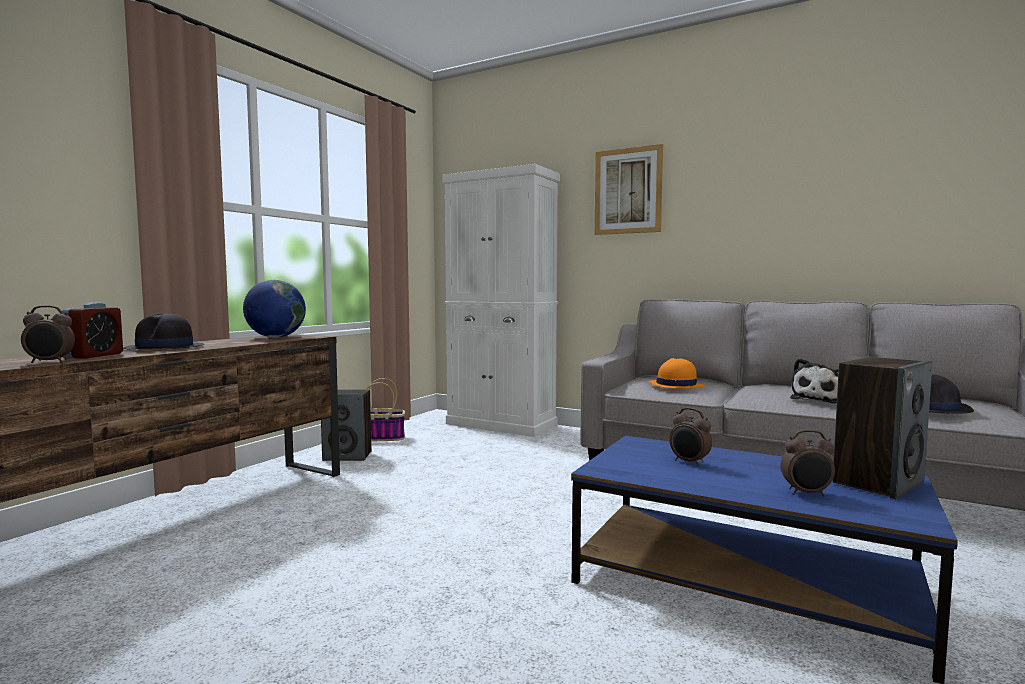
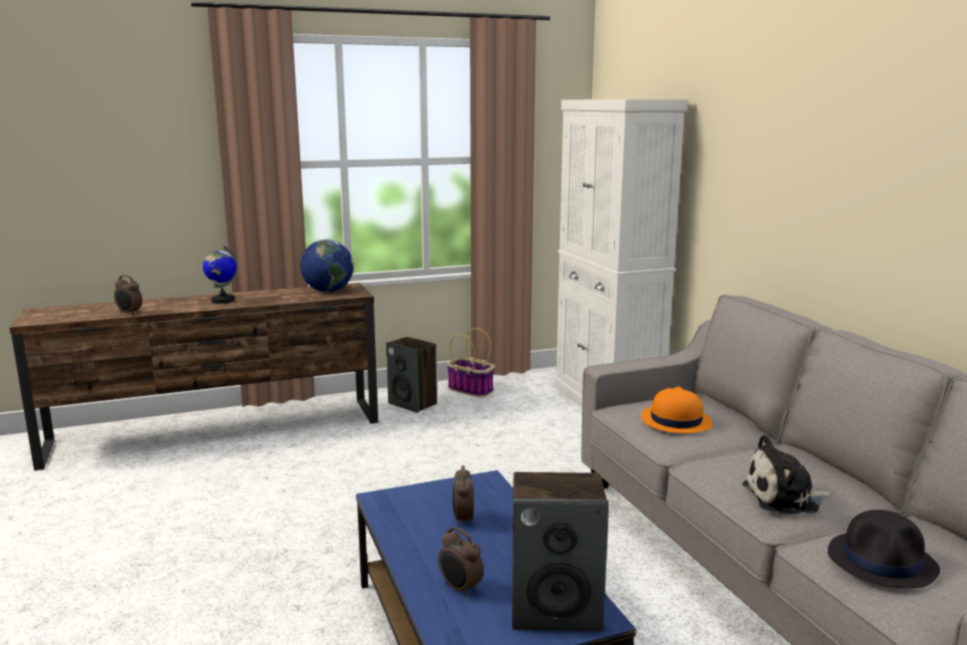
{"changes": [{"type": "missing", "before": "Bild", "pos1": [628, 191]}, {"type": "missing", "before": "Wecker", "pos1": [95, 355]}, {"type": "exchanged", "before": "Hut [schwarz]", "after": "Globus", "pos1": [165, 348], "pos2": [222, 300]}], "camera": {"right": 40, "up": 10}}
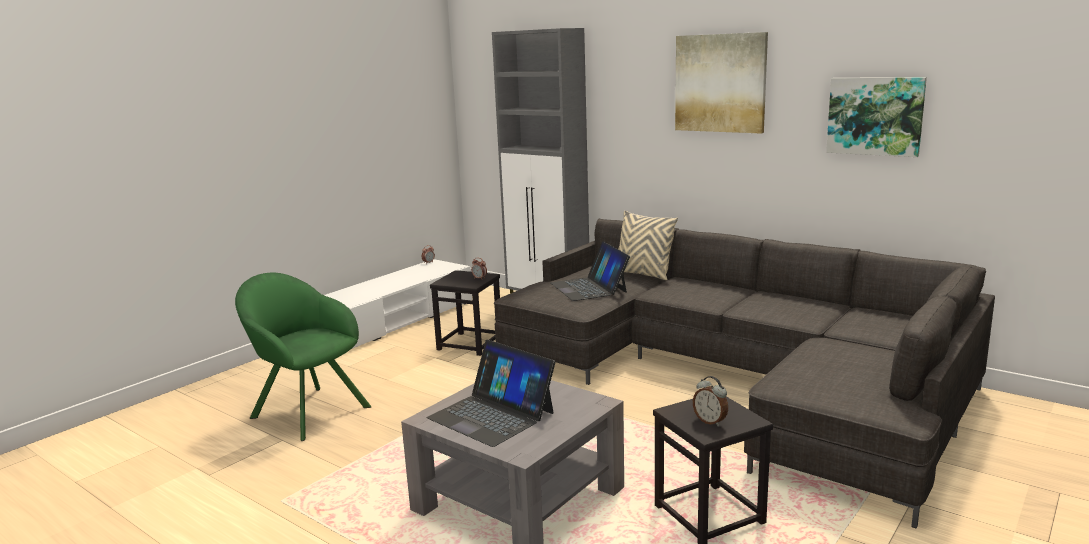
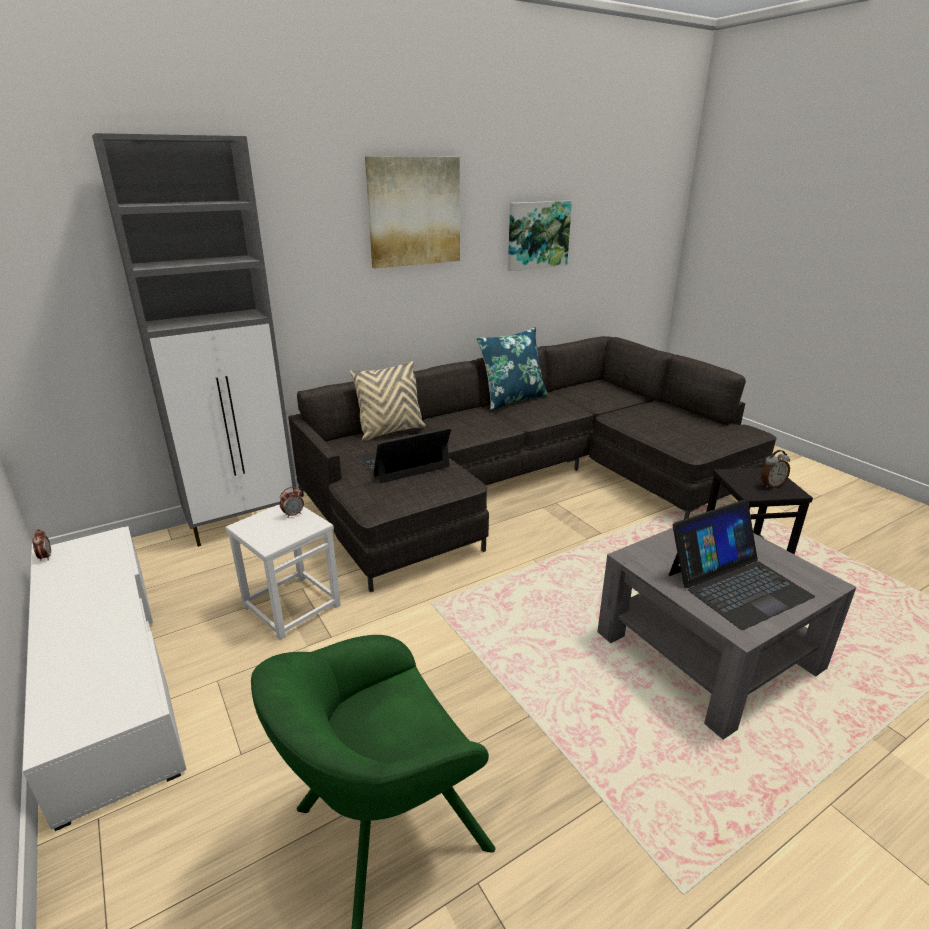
{"changes": [{"type": "spun", "before": "Laptop", "pos1": [589, 288], "pos2": [403, 462], "turn": 150}, {"type": "colour", "before": "Hocker [schwarz]", "after": "Hocker [weiß]", "pos1": [470, 343], "pos2": [292, 606]}, {"type": "appeared", "after": "Kissen [blau]", "pos2": [512, 399]}], "camera": {"right": -70, "up": 10}}
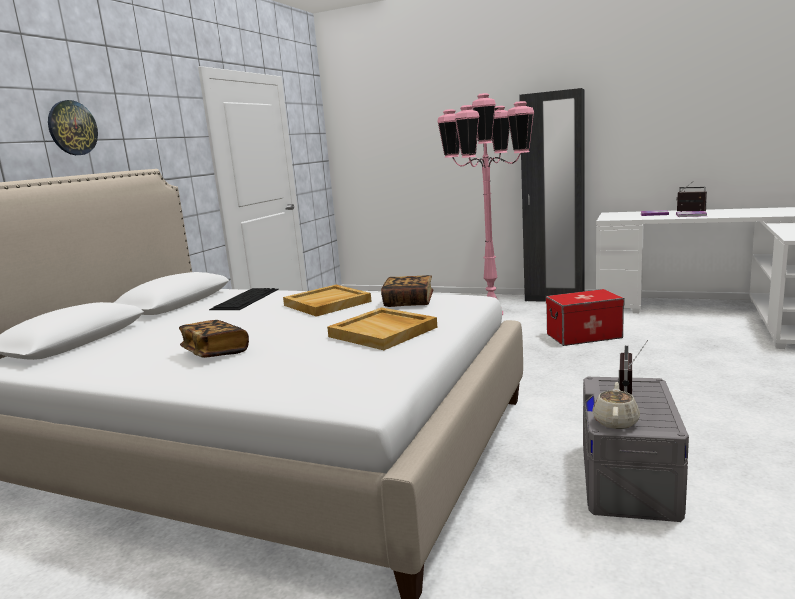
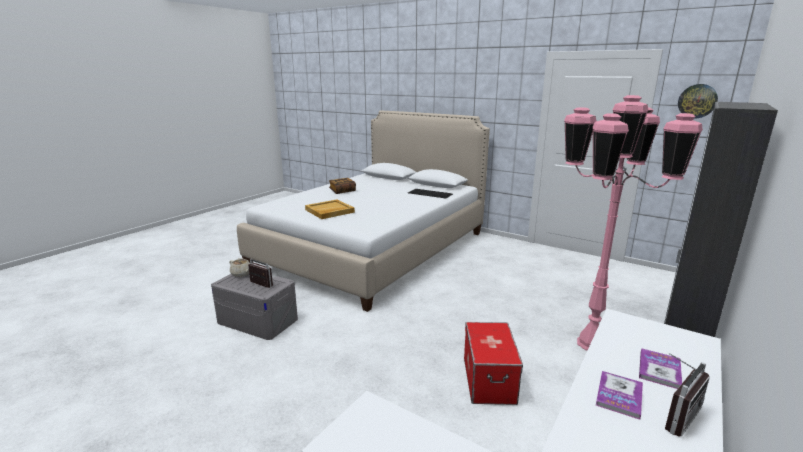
{"changes": [{"type": "relocated", "before": "Wanduhr", "pos1": [72, 128], "pos2": [697, 101]}, {"type": "missing", "before": "Buch", "pos1": [408, 302]}, {"type": "missing", "before": "Tablett [beige]", "pos1": [327, 304]}], "camera": {"right": 100, "up": 5}}
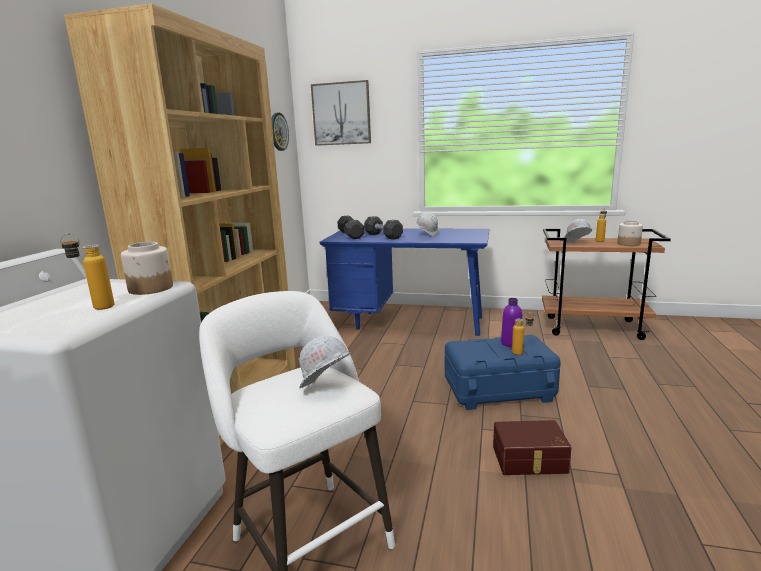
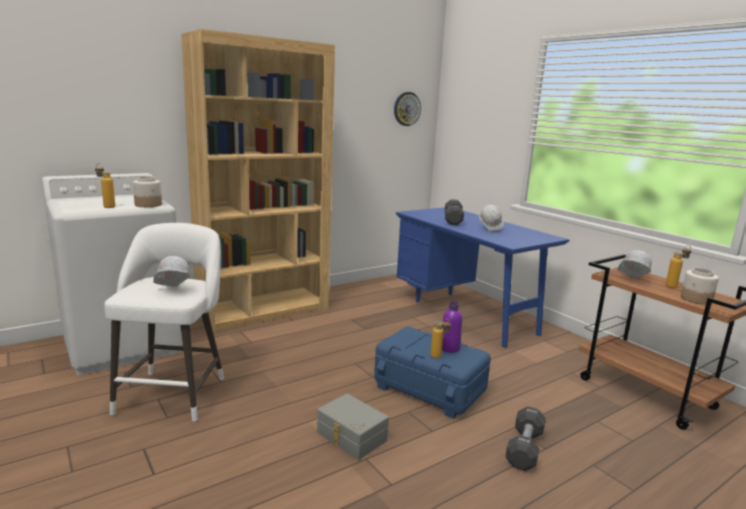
{"changes": [{"type": "missing", "before": "Bild", "pos1": [341, 114]}, {"type": "relocated", "before": "Hantel [schwarz]", "pos1": [351, 235], "pos2": [524, 448]}, {"type": "colour", "before": "Aufbewahrungsbox [braun]", "after": "Aufbewahrungsbox [grau]", "pos1": [530, 460], "pos2": [350, 437]}], "camera": {"right": 40, "up": 0}}
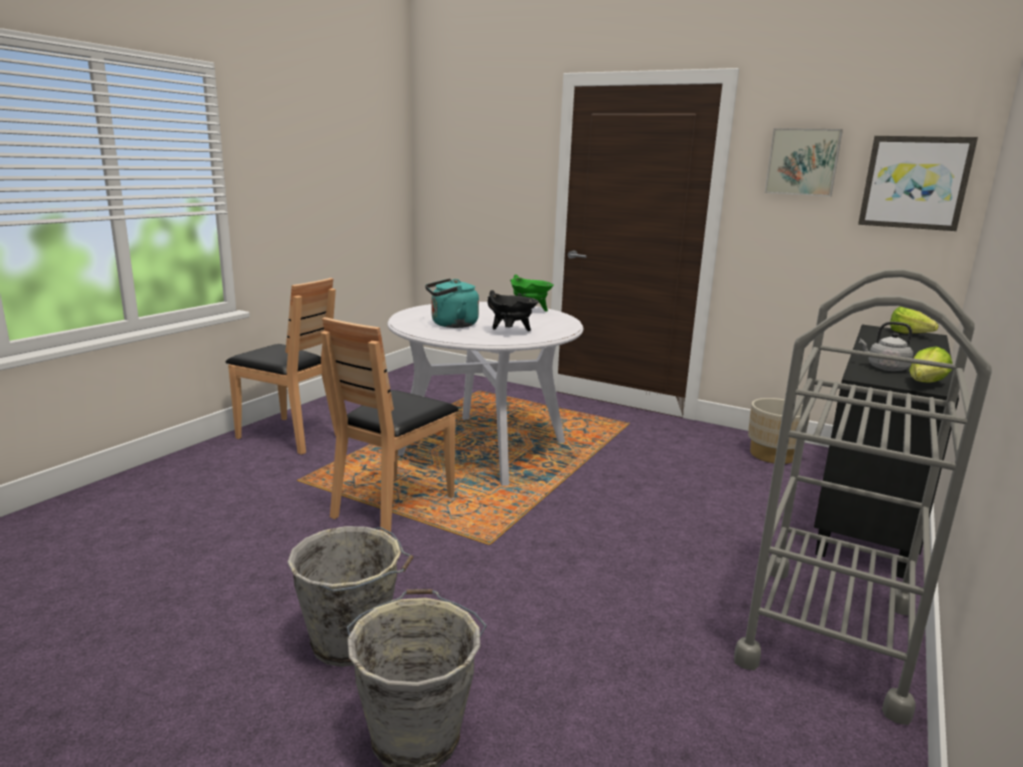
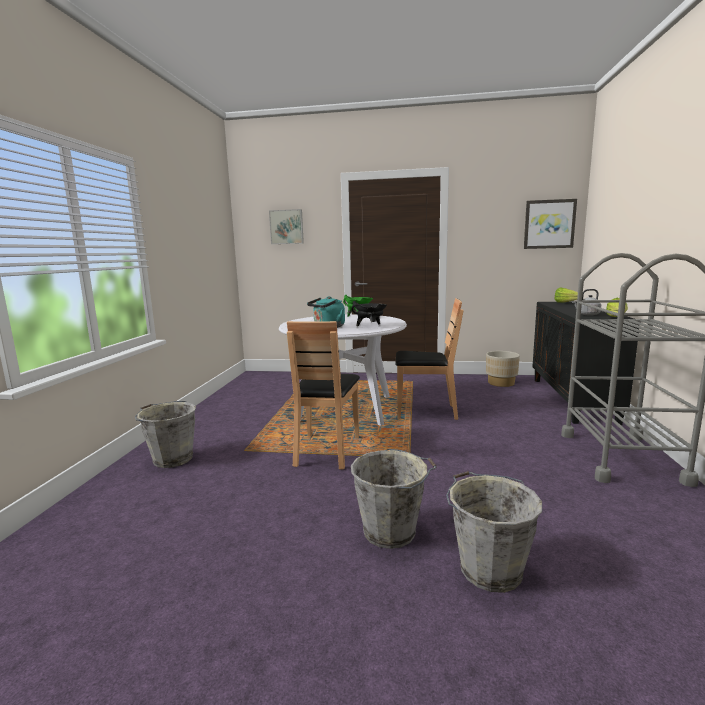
{"changes": [{"type": "relocated", "before": "Bild", "pos1": [803, 162], "pos2": [286, 227]}, {"type": "relocated", "before": "Stuhl [braun]", "pos1": [289, 436], "pos2": [425, 412]}, {"type": "appeared", "after": "Eimer [grau]", "pos2": [172, 459]}], "camera": {"right": -20, "up": -5}}
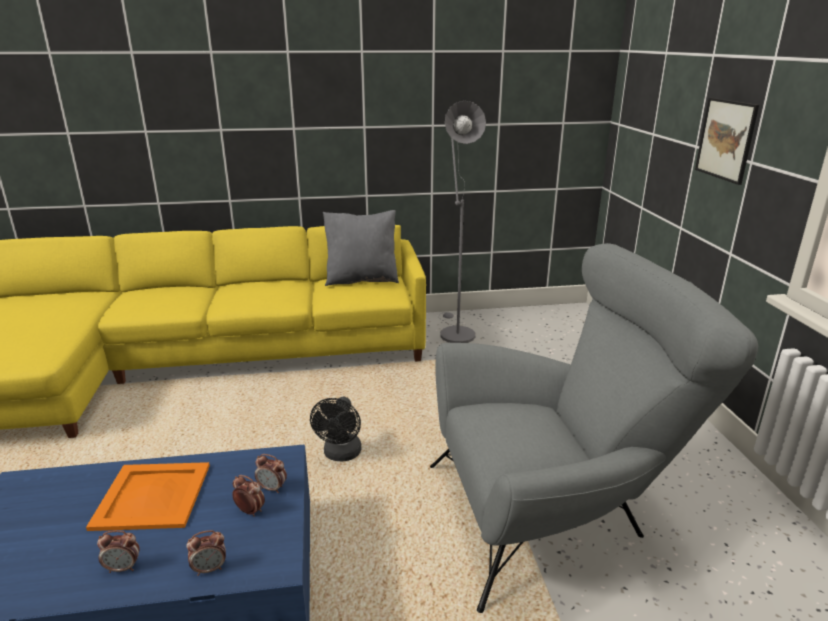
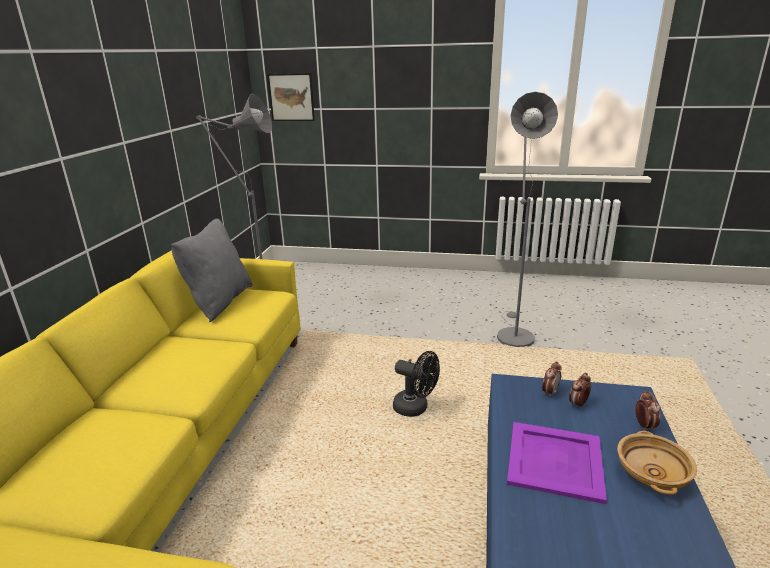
{"changes": [{"type": "relocated", "before": "Bild", "pos1": [726, 139], "pos2": [291, 97]}, {"type": "exchanged", "before": "Sessel [grau]", "after": "Stehlampe [grau]", "pos1": [551, 514], "pos2": [513, 334]}, {"type": "colour", "before": "Tablett [orange]", "after": "Tablett [lila]", "pos1": [153, 496], "pos2": [556, 460]}, {"type": "exchanged", "before": "Wecker", "after": "Schüssel [beige]", "pos1": [123, 568], "pos2": [651, 474]}], "camera": {"right": -70, "up": 0}}
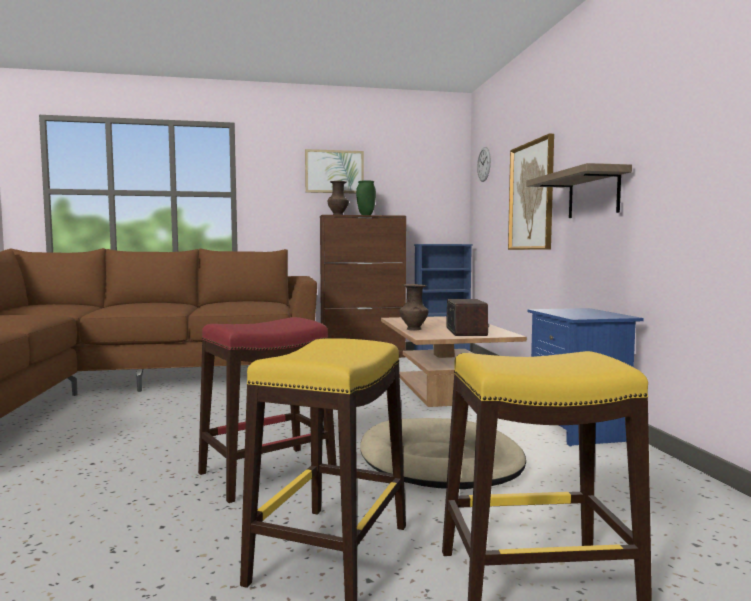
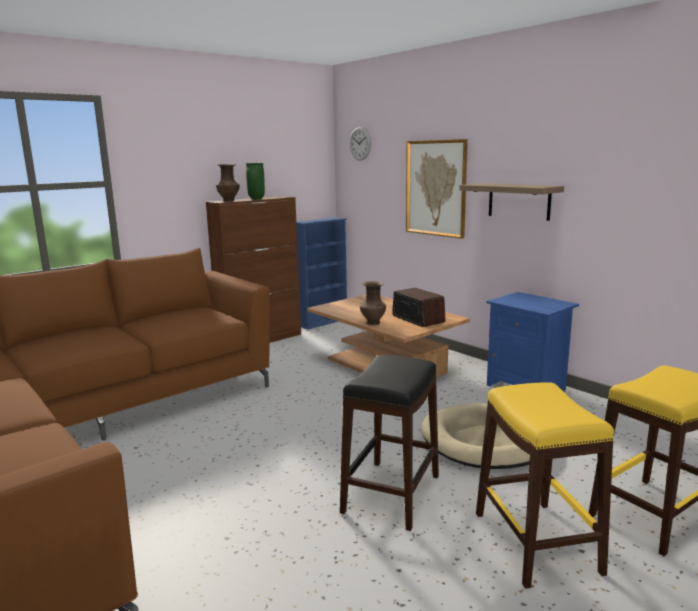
{"changes": [{"type": "missing", "before": "Bild", "pos1": [334, 171]}, {"type": "colour", "before": "Hocker [rot]", "after": "Hocker [schwarz]", "pos1": [266, 473], "pos2": [390, 493]}], "camera": {"right": -30, "up": 10}}
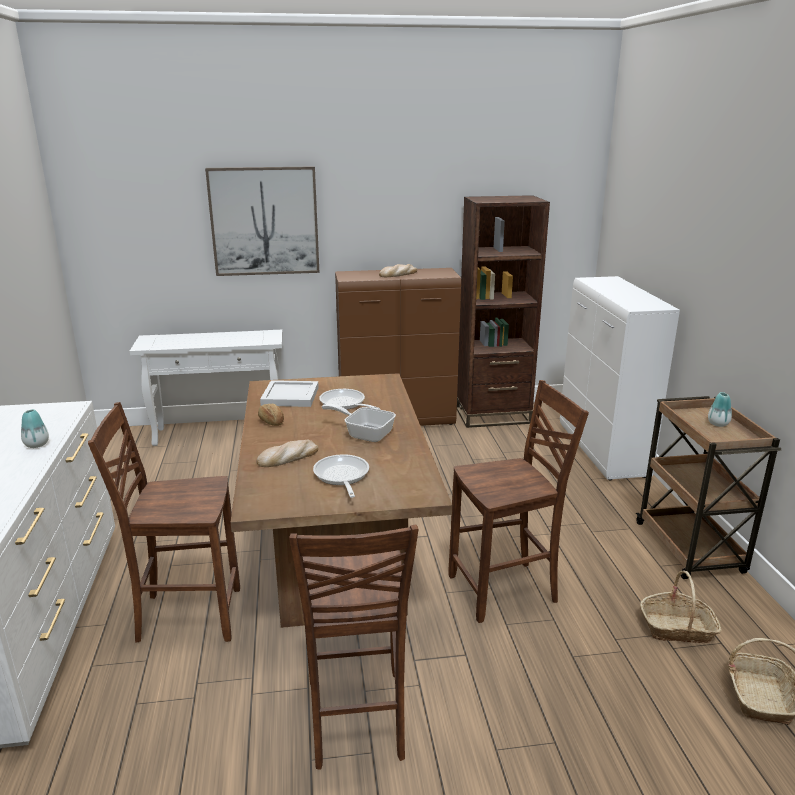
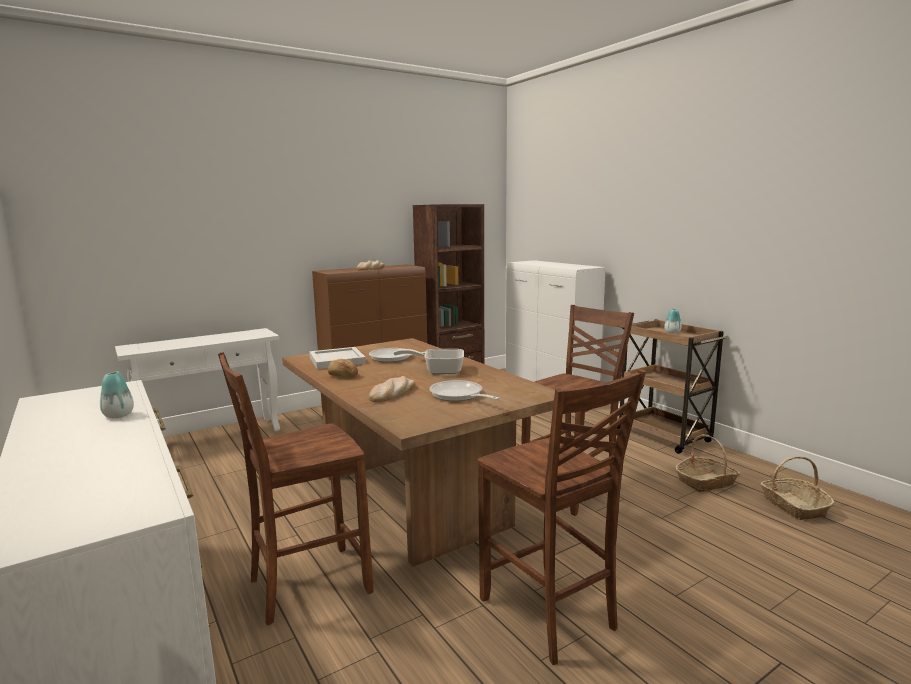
{"changes": [{"type": "missing", "before": "Bild", "pos1": [264, 221]}], "camera": {"right": -25, "up": -10}}
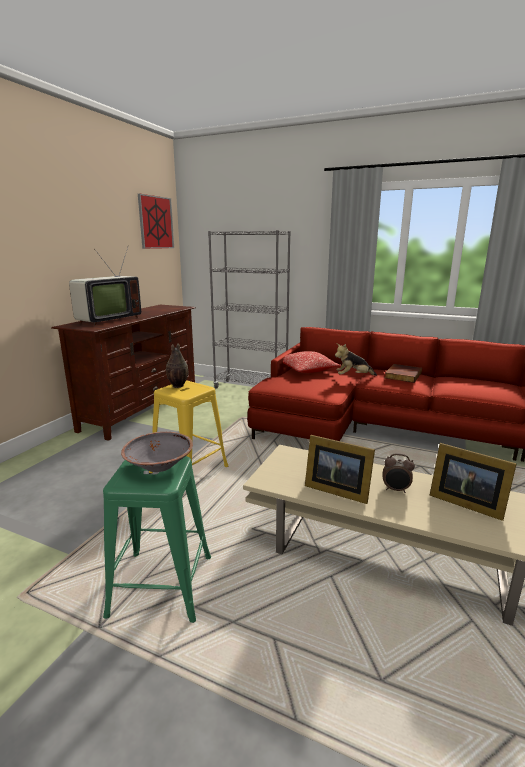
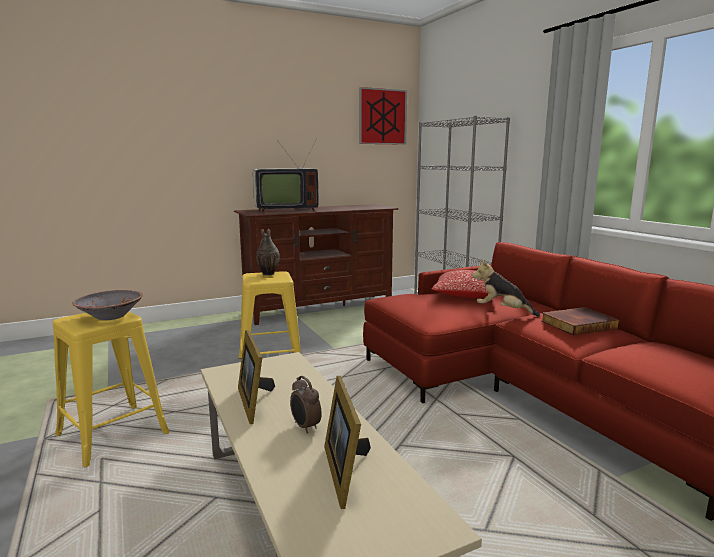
{"changes": [{"type": "colour", "before": "Hocker [grün]", "after": "Hocker [gelb]", "pos1": [161, 585], "pos2": [112, 434]}], "camera": {"right": 40, "up": -5}}
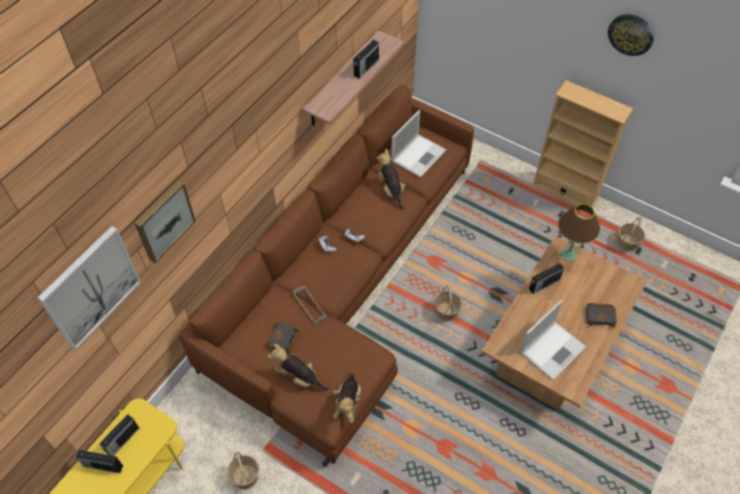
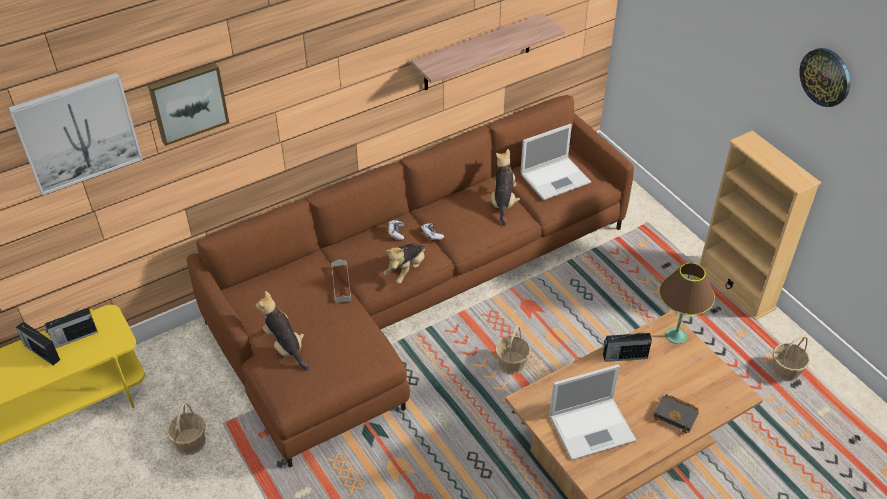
{"changes": [{"type": "missing", "before": "Radio", "pos1": [365, 68]}, {"type": "missing", "before": "Buch [schwarz]", "pos1": [283, 340]}, {"type": "relocated", "before": "Plüschtier", "pos1": [348, 403], "pos2": [406, 270]}], "camera": {"right": 25, "up": -10}}
